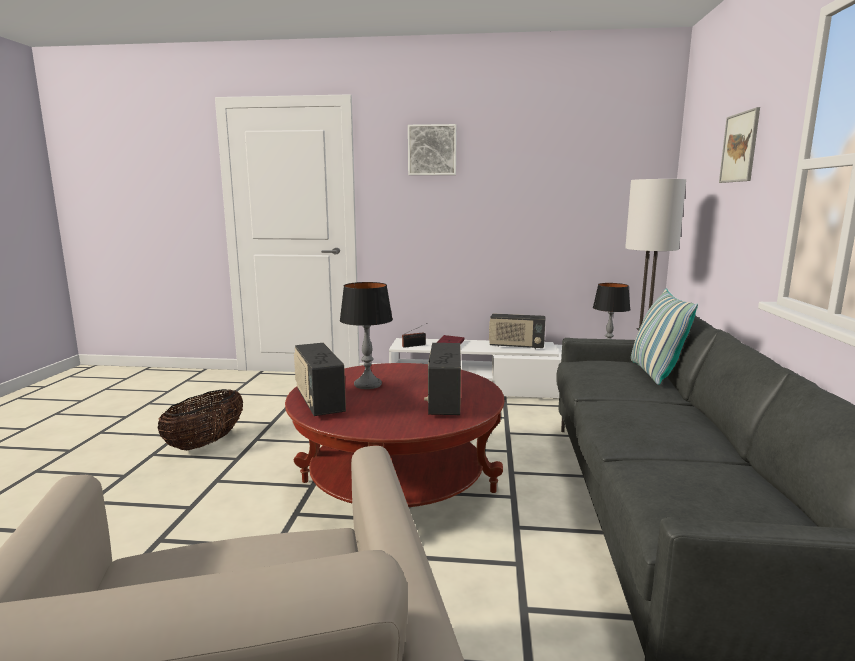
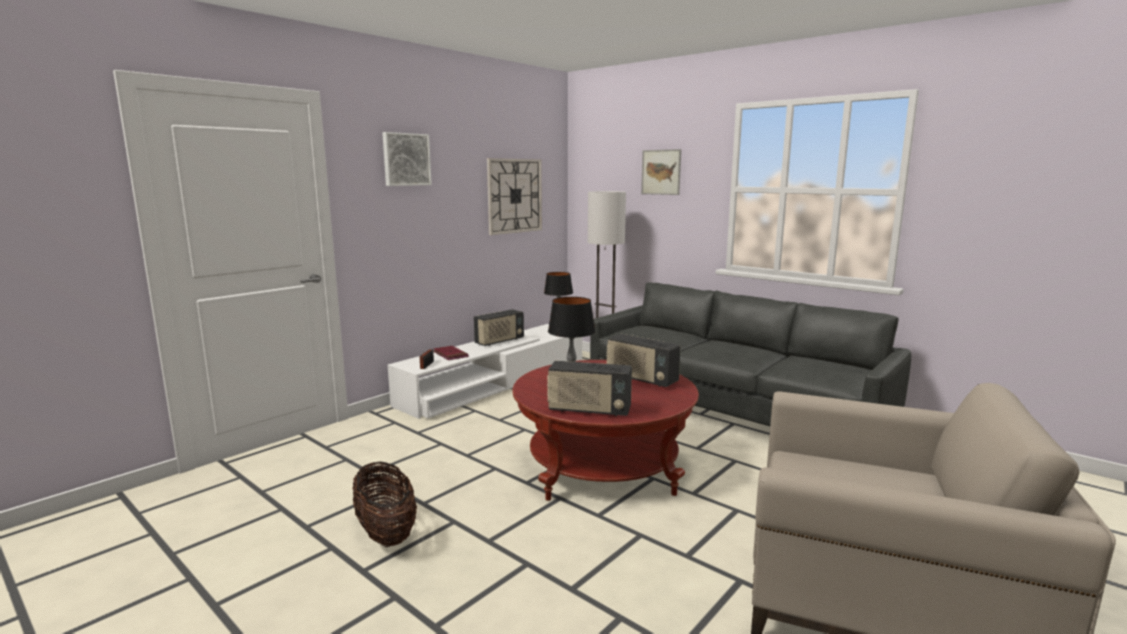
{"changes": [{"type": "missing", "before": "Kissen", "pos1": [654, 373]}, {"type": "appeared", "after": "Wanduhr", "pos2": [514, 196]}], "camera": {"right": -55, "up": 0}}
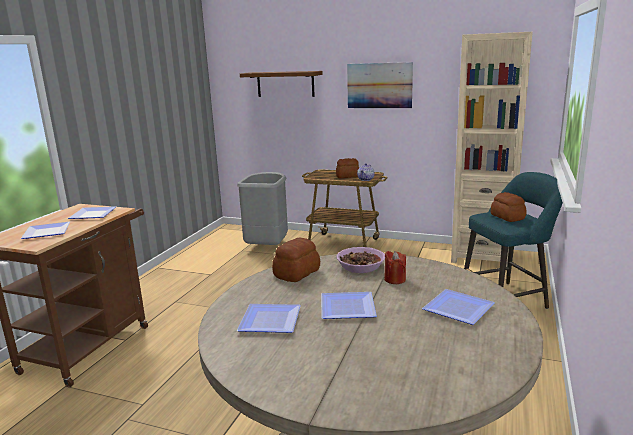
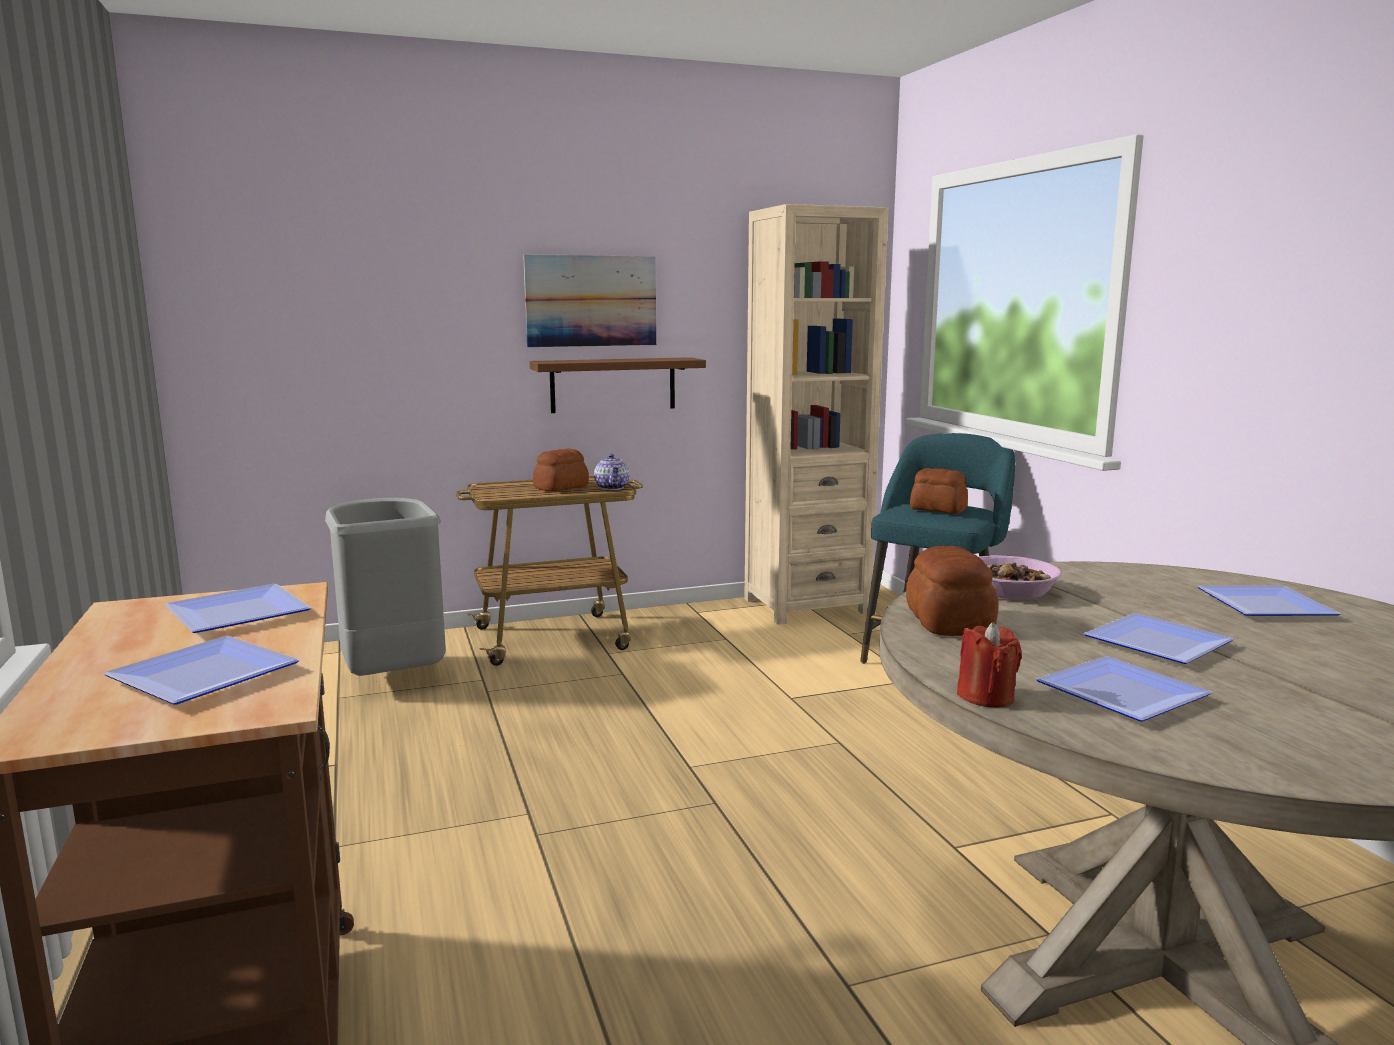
{"changes": [{"type": "relocated", "before": "Wandregal [braun]", "pos1": [285, 84], "pos2": [613, 384]}, {"type": "relocated", "before": "Kerze [rot]", "pos1": [395, 279], "pos2": [986, 697]}], "camera": {"right": -40, "up": -5}}
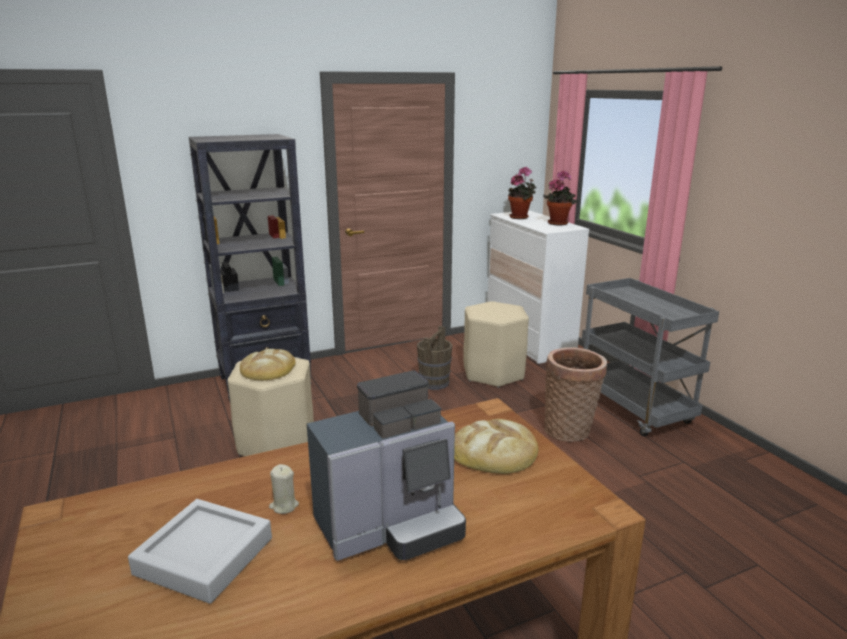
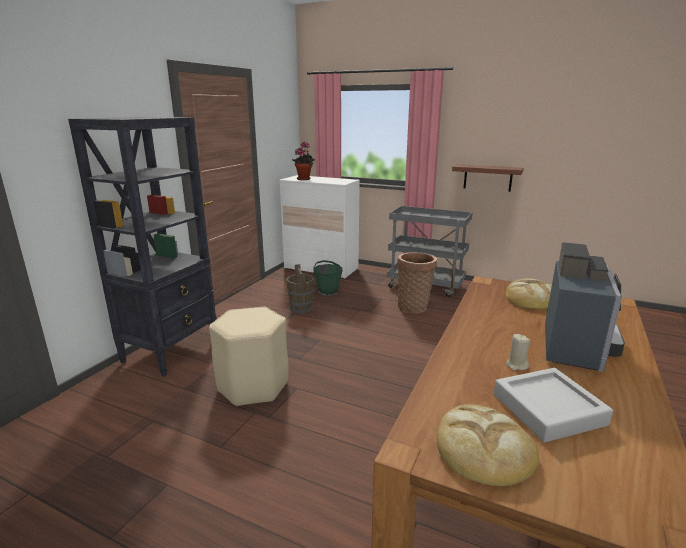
{"changes": [{"type": "missing", "before": "Topfpflanze", "pos1": [558, 223]}, {"type": "exchanged", "before": "Hocker [beige]", "after": "Eimer [grün]", "pos1": [493, 373], "pos2": [328, 291]}, {"type": "relocated", "before": "Brot", "pos1": [268, 369], "pos2": [483, 448]}, {"type": "appeared", "after": "Wandregal [braun]", "pos2": [487, 178]}], "camera": {"right": -40, "up": 0}}
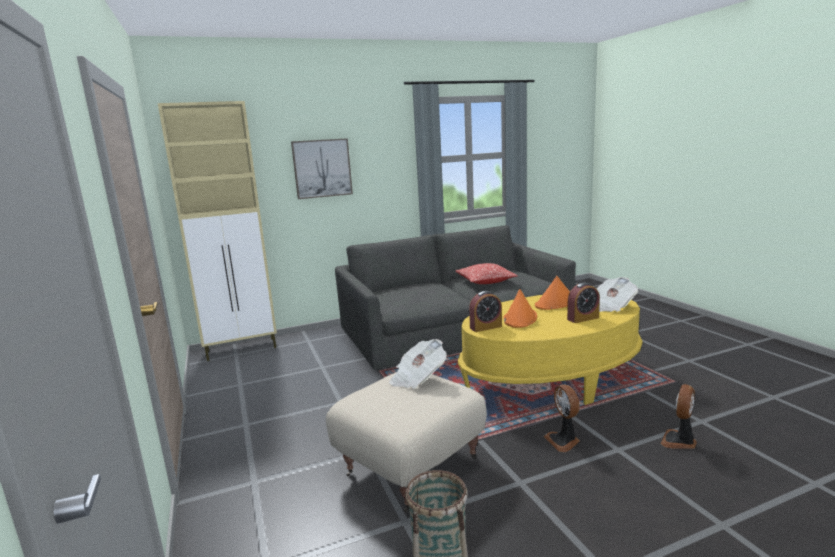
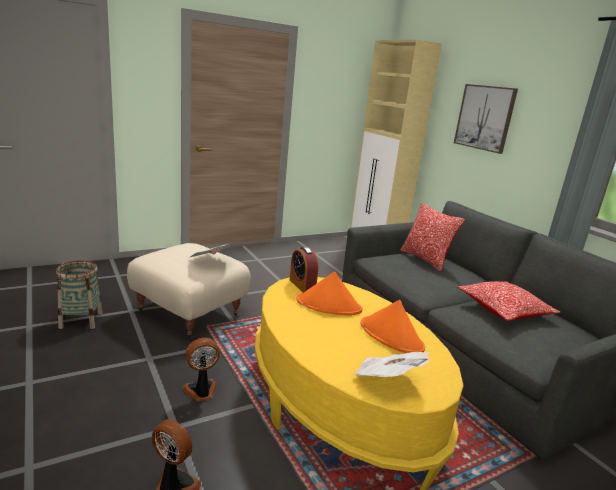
{"changes": [{"type": "missing", "before": "Wecker", "pos1": [583, 318]}, {"type": "appeared", "after": "Kissen", "pos2": [425, 259]}], "camera": {"right": 80, "up": 5}}
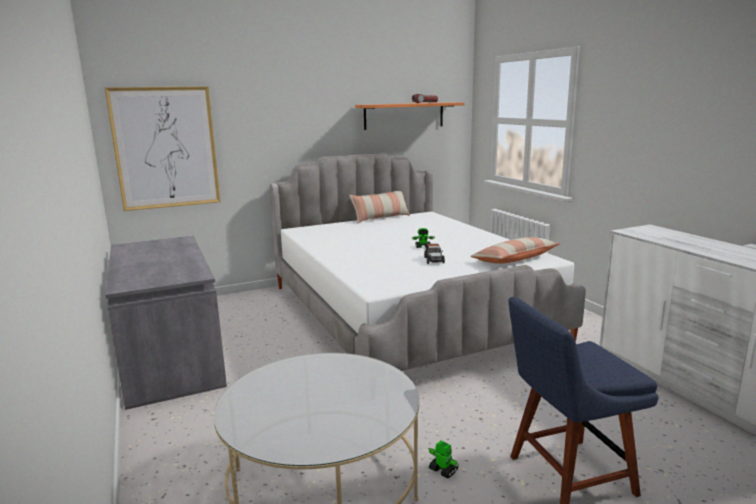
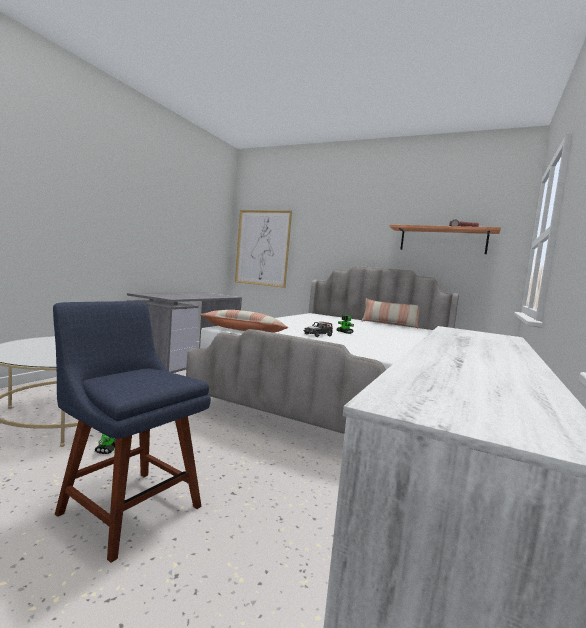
{"changes": [{"type": "relocated", "before": "Kissen", "pos1": [515, 259], "pos2": [244, 331]}], "camera": {"right": 50, "up": -10}}
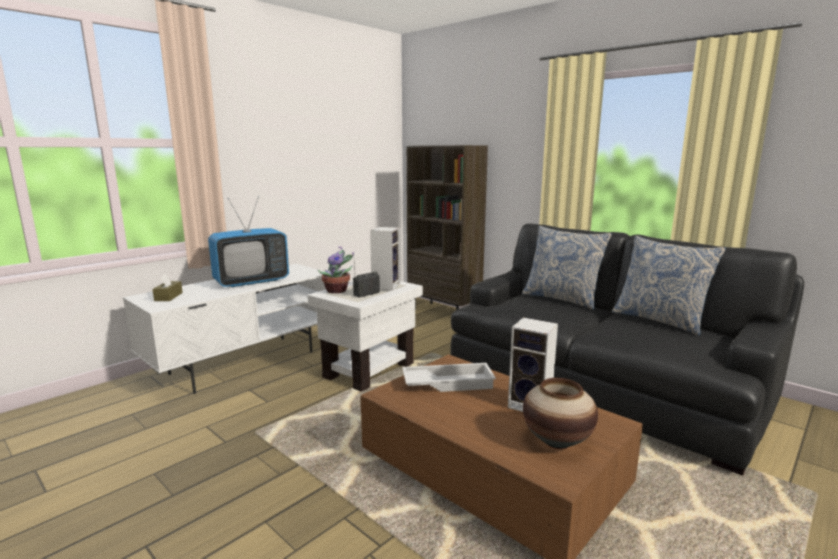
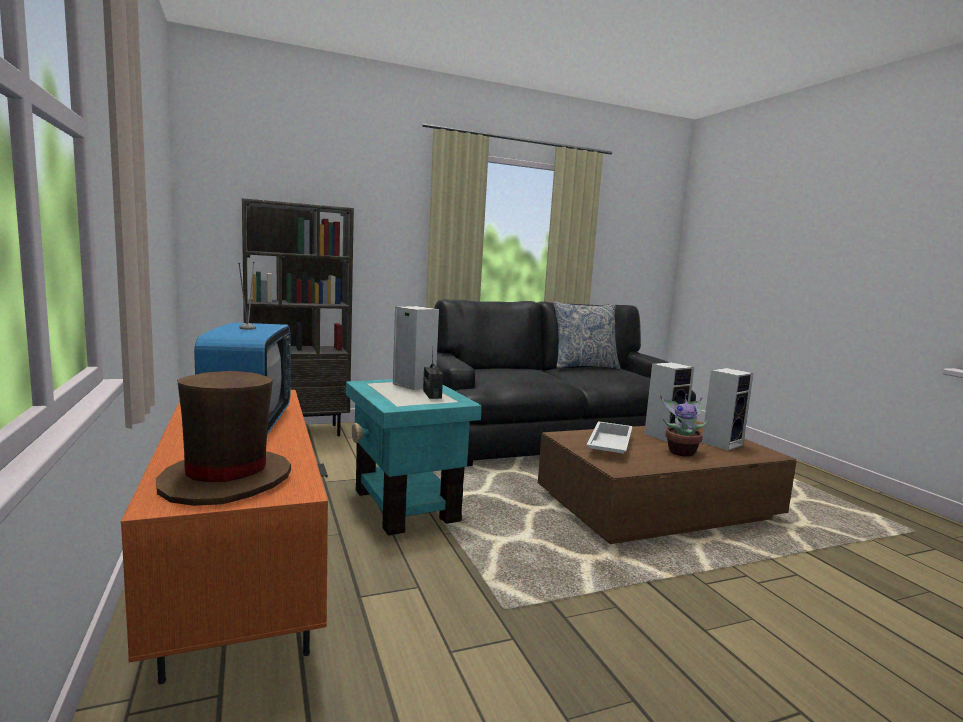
{"changes": [{"type": "missing", "before": "Kissen", "pos1": [562, 299]}, {"type": "relocated", "before": "Topfpflanze", "pos1": [338, 290], "pos2": [681, 452]}, {"type": "colour", "before": "Fernsehschrank [weiß]", "after": "Fernsehschrank [orange]", "pos1": [244, 362], "pos2": [238, 586]}, {"type": "exchanged", "before": "Taschentuchbox [braun]", "after": "Hut [braun]", "pos1": [168, 297], "pos2": [226, 480]}, {"type": "colour", "before": "Beistelltisch [weiß]", "after": "Beistelltisch [türkis]", "pos1": [368, 370], "pos2": [404, 505]}, {"type": "exchanged", "before": "Vase", "after": "Lautsprecher", "pos1": [557, 441], "pos2": [722, 443]}], "camera": {"right": -65, "up": -5}}
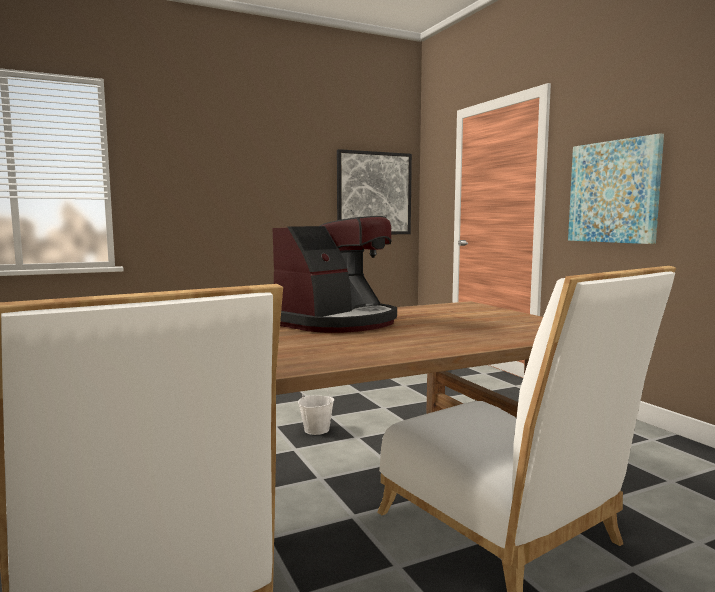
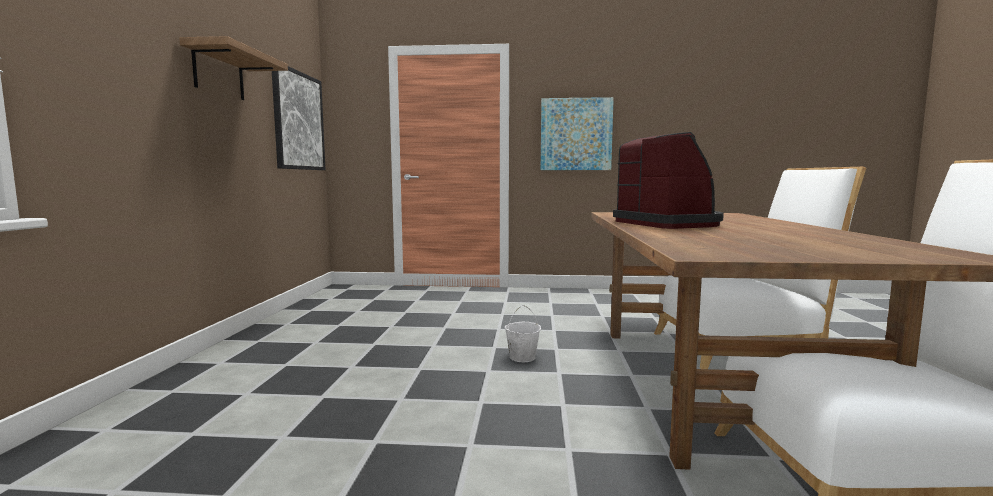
{"changes": [{"type": "appeared", "after": "Wandregal", "pos2": [218, 73]}], "camera": {"right": -60, "up": 0}}
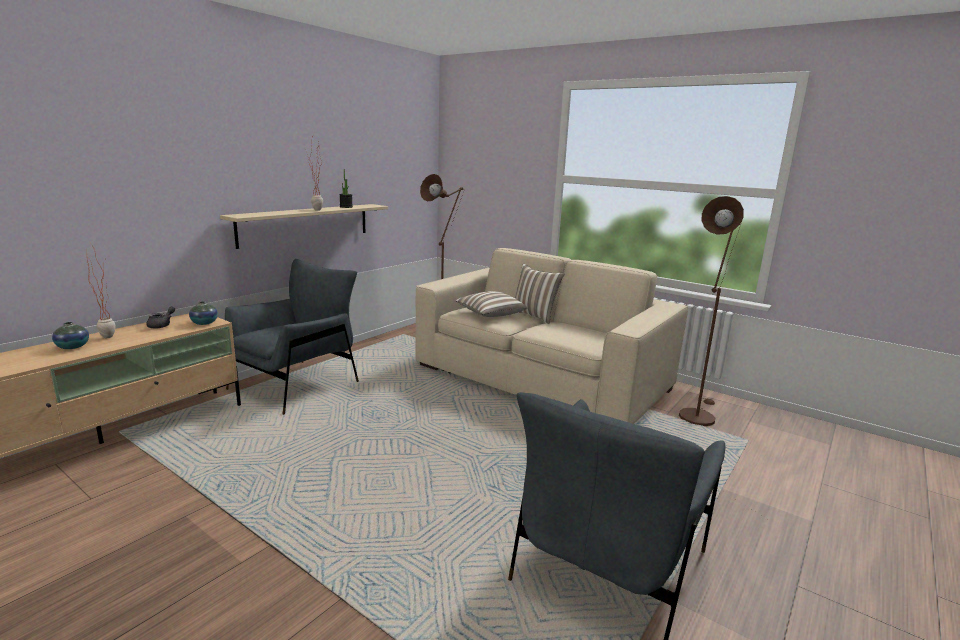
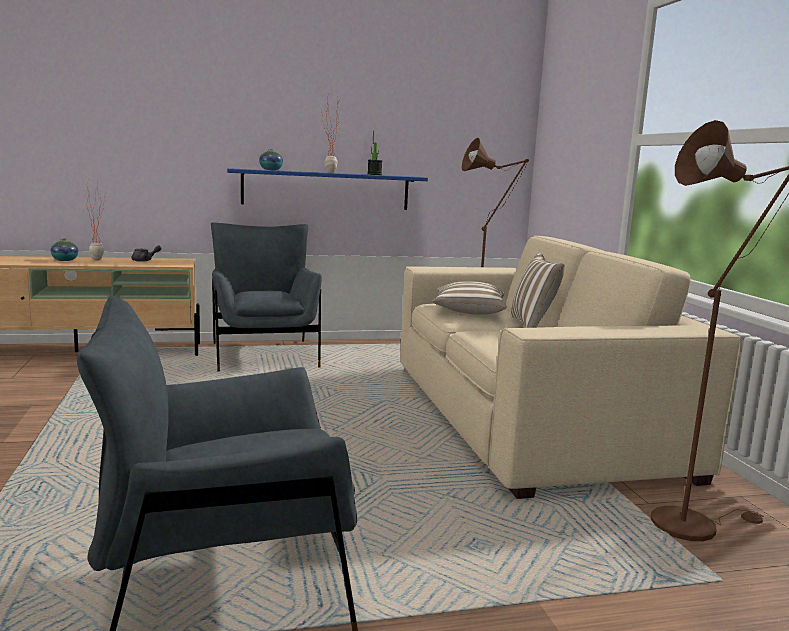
{"changes": [{"type": "colour", "before": "Wandregal [beige]", "after": "Wandregal [blau]", "pos1": [306, 224], "pos2": [326, 189]}, {"type": "spun", "before": "Sessel [grau]", "pos1": [295, 385], "pos2": [264, 354], "turn": -90}, {"type": "relocated", "before": "Vase", "pos1": [204, 323], "pos2": [271, 170]}], "camera": {"right": 40, "up": -5}}
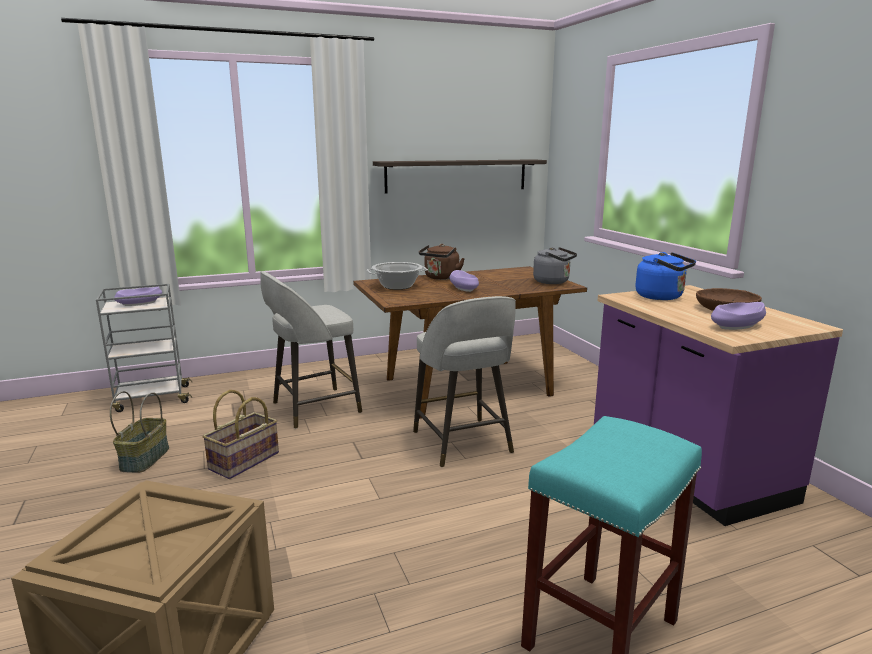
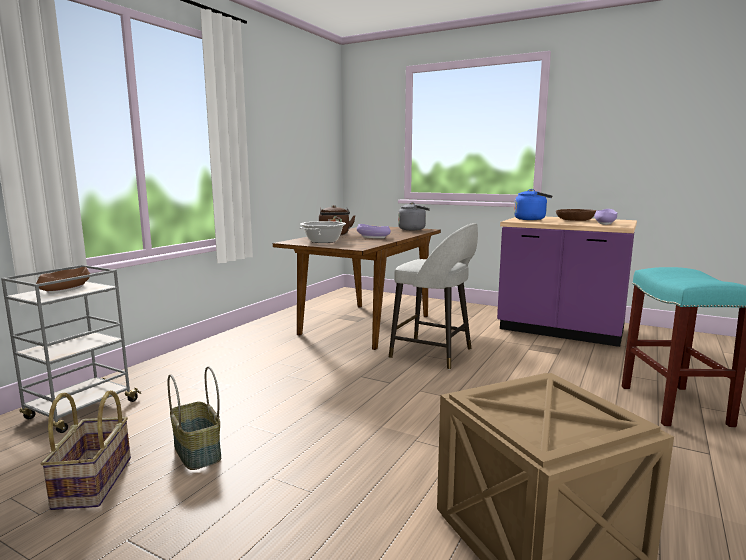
{"changes": [{"type": "missing", "before": "Wandregal", "pos1": [457, 175]}, {"type": "missing", "before": "Hocker [grau]", "pos1": [313, 408]}, {"type": "colour", "before": "Schüssel [lila]", "after": "Schüssel [braun]", "pos1": [140, 303], "pos2": [65, 289]}, {"type": "relocated", "before": "Korb", "pos1": [244, 461], "pos2": [95, 482]}], "camera": {"right": -40, "up": -5}}
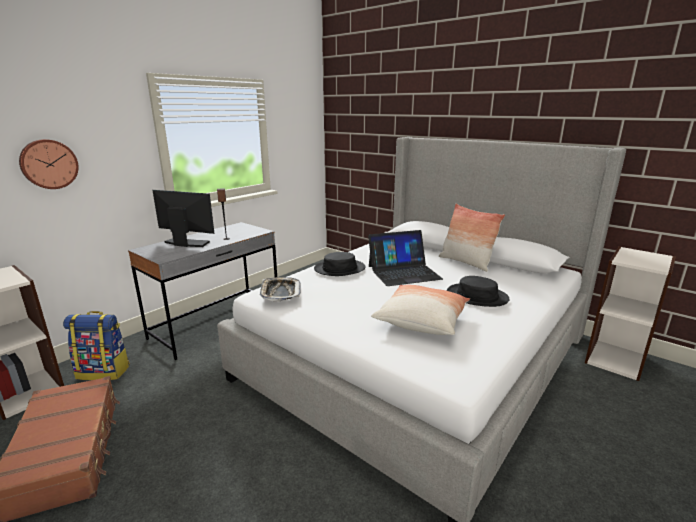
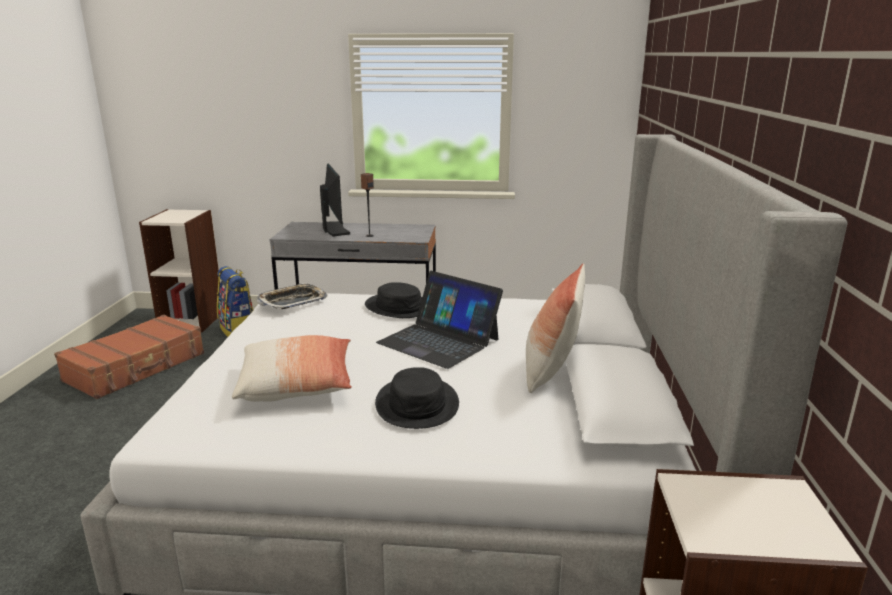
{"changes": [{"type": "missing", "before": "Wanduhr", "pos1": [49, 164]}], "camera": {"right": 55, "up": 0}}
